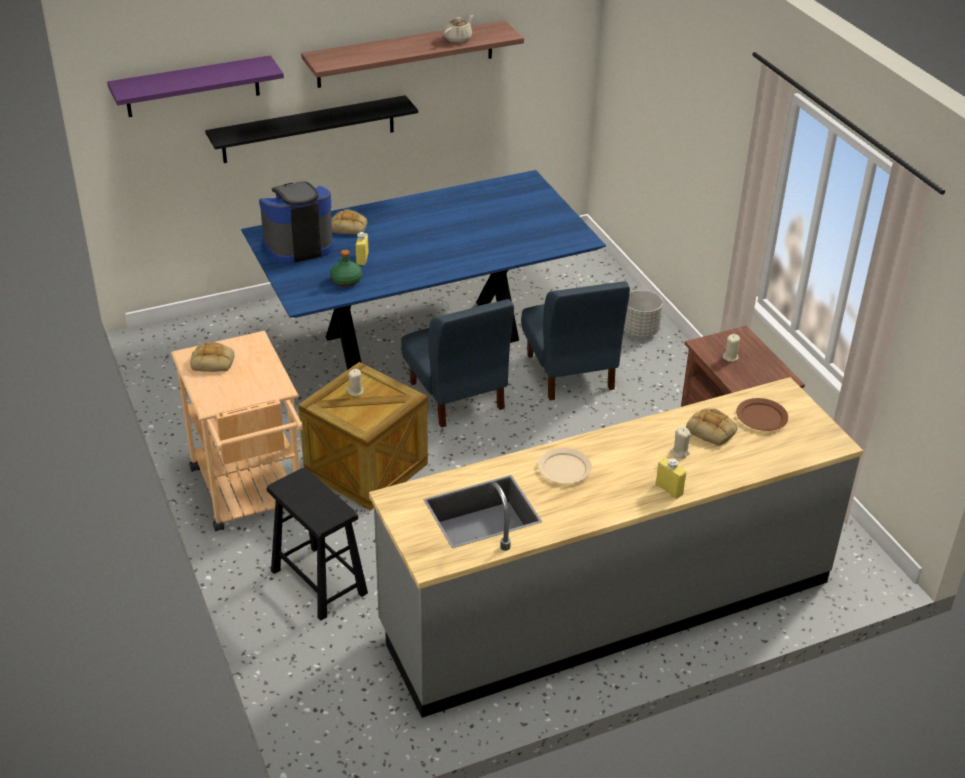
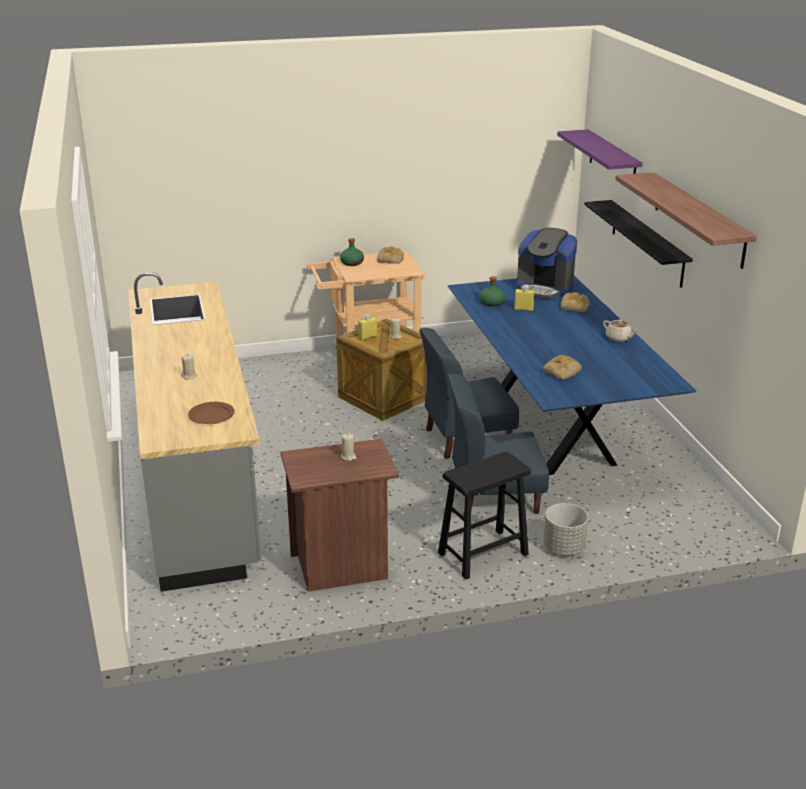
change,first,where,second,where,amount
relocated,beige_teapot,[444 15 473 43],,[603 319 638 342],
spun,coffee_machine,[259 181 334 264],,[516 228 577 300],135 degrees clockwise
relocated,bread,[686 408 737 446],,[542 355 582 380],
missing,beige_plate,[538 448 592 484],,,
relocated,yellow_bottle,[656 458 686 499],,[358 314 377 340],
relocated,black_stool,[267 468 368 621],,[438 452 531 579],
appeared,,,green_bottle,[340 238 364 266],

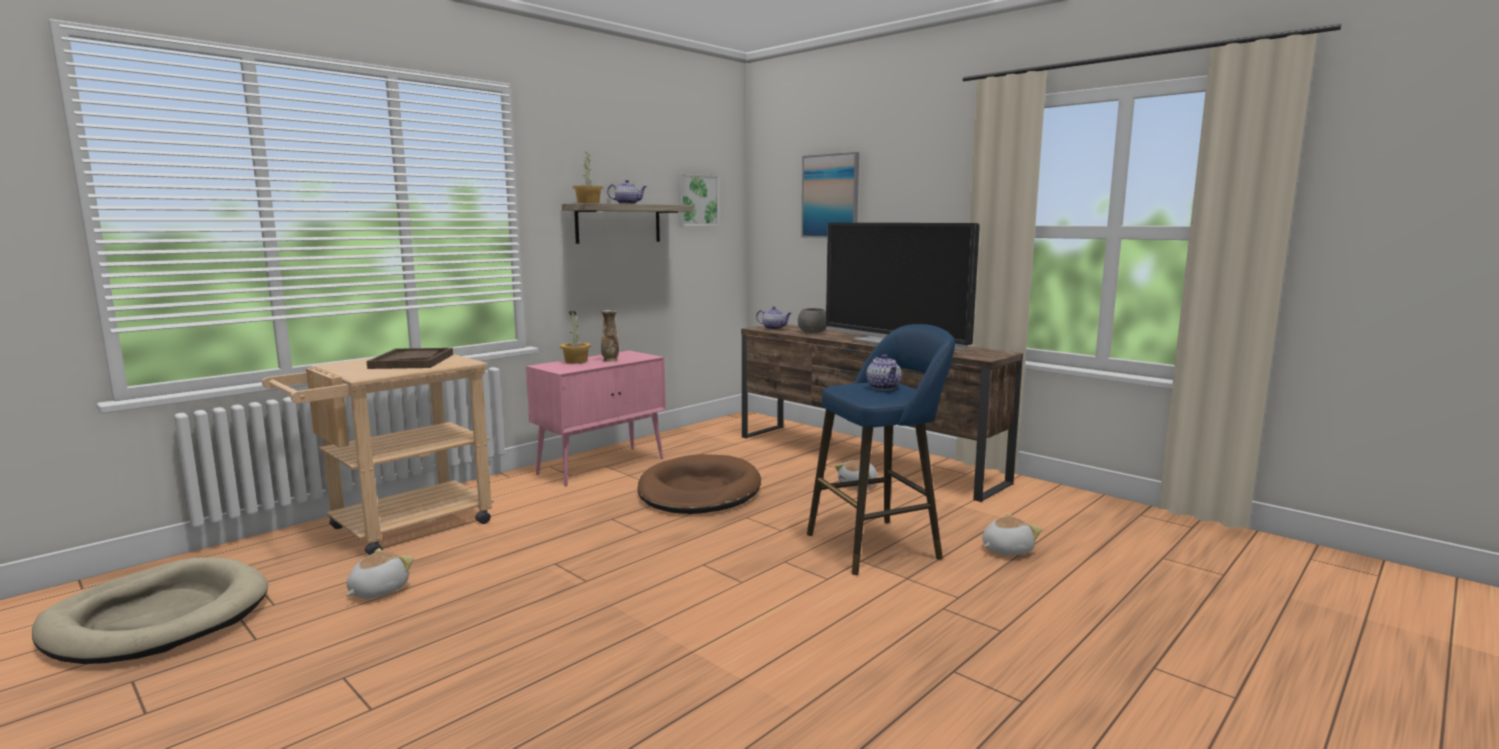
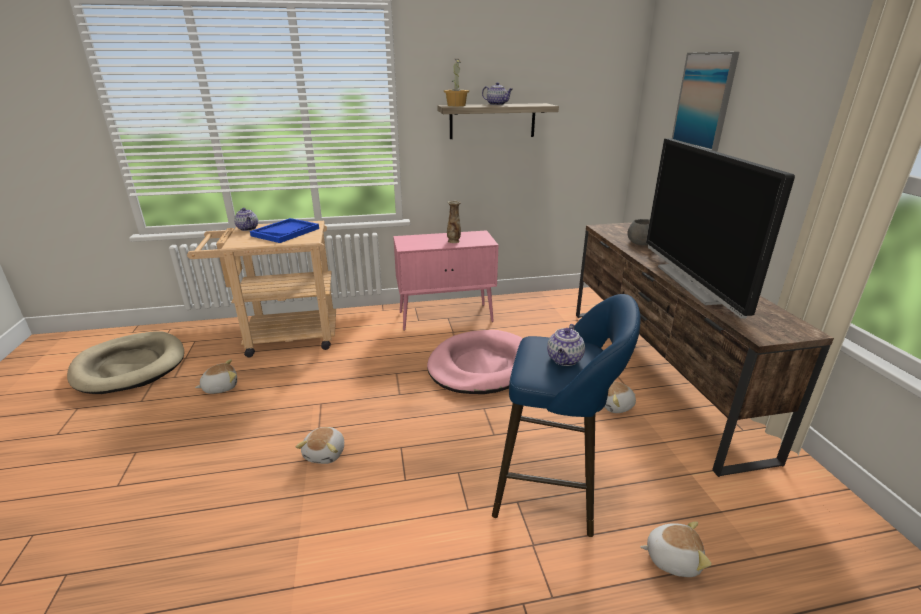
change,first,where,second,where,amount
missing,picture,[677 174 719 226],,,
relocated,teapot,[756 306 792 330],,[234 208 258 231],
missing,potted_plant,[560 311 591 364],,,
colour,brown_tray,[367 348 453 369],blue_tray,[250 218 319 243],
colour,brown_dog_bed,[637 454 761 514],pink_dog_bed,[427 330 523 394],
appeared,,,plush_toy,[296 427 344 464],

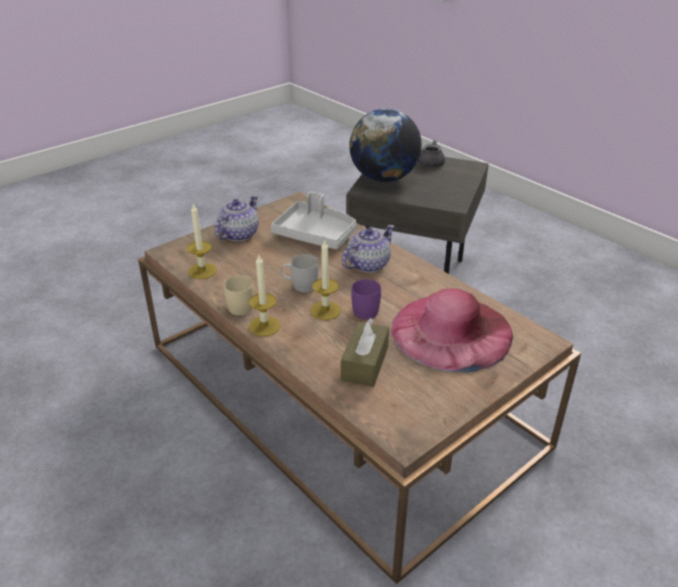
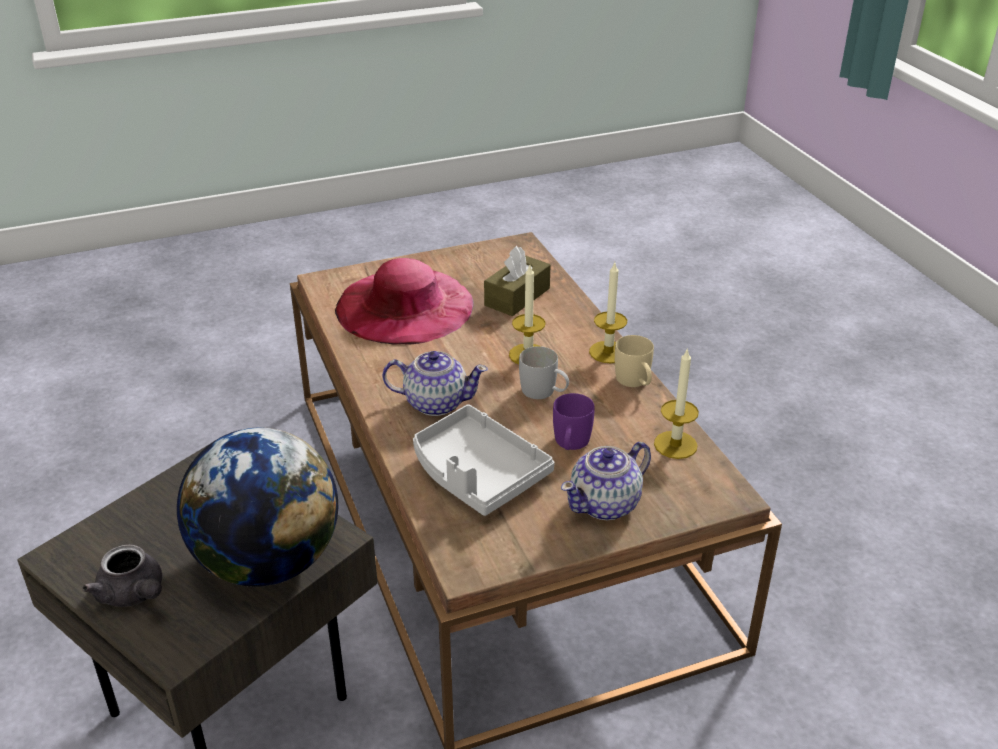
change,first,where,second,where,amount
spun,teapot,[342 225 395 273],,[382 351 488 416],150 degrees counterclockwise
relocated,purple_mug,[351 279 381 320],,[553 393 595 450],

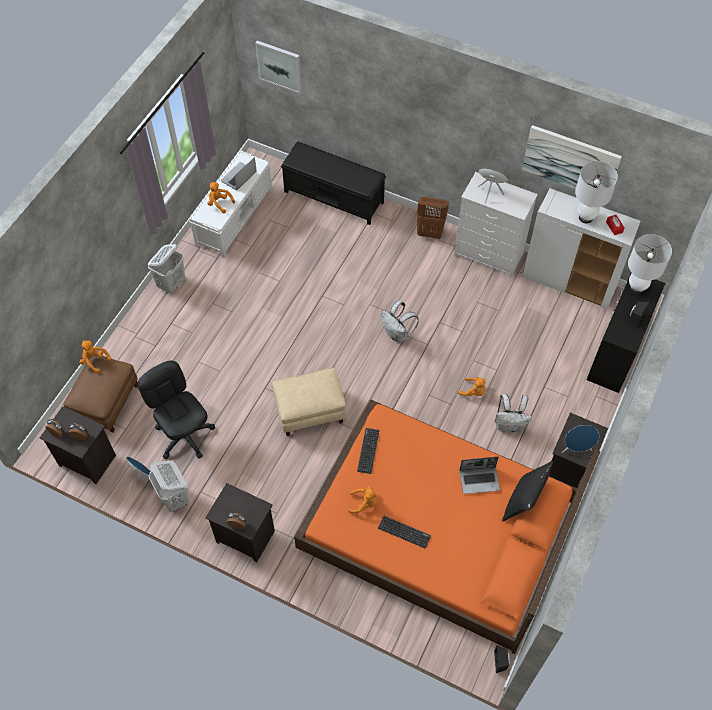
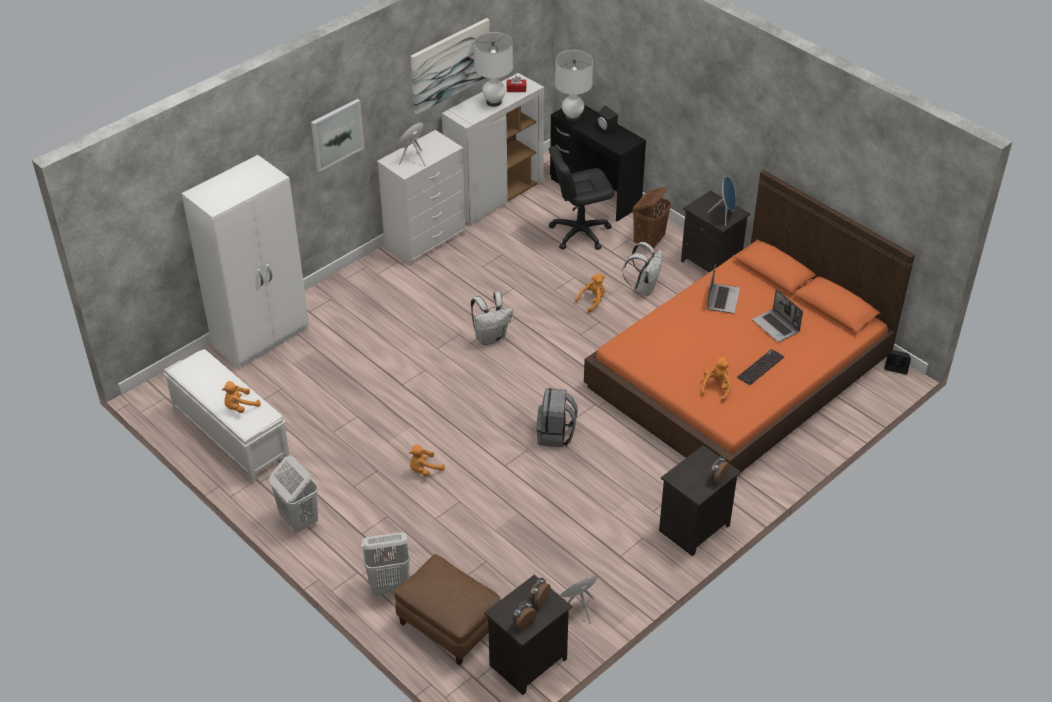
change,first,where,second,where,amount
relocated,picture,[255 41 302 94],,[311 99 365 172],
exchanged,black_bench,[281 141 386 225],white_wardrobe,[182 155 309 369],
relocated,laptop,[221 157 257 190],,[752 289 803 342],
relocated,brown_laundry_basket,[416 197 449 239],,[633 187 671 248],
relocated,orange_plush_toy,[80 340 111 374],,[409 445 445 477],
relocated,black_office_chair,[138 361 215 459],,[549 146 614 250],
exchanged,beige_ottoman,[272 368 346 436],grey_backpack,[536 388 578 447],
missing,keyboard,[357 428 380 474],,,
relocated,white_laundry_basket,[149 460 189 512],,[362 532 410 596],
missing,black_pillow,[502 461 553 521],,,

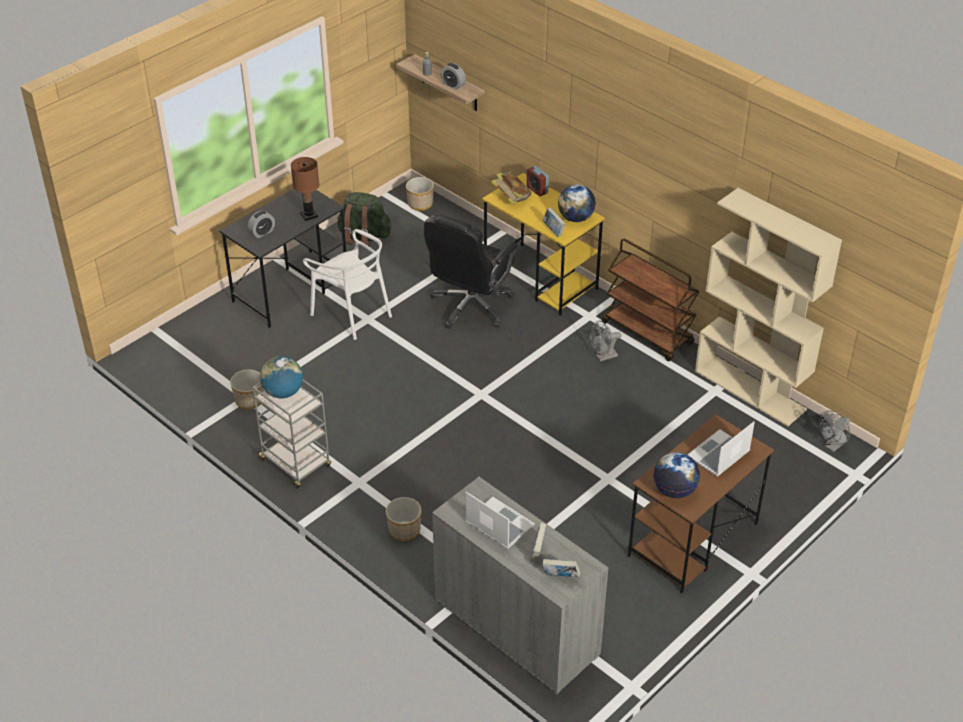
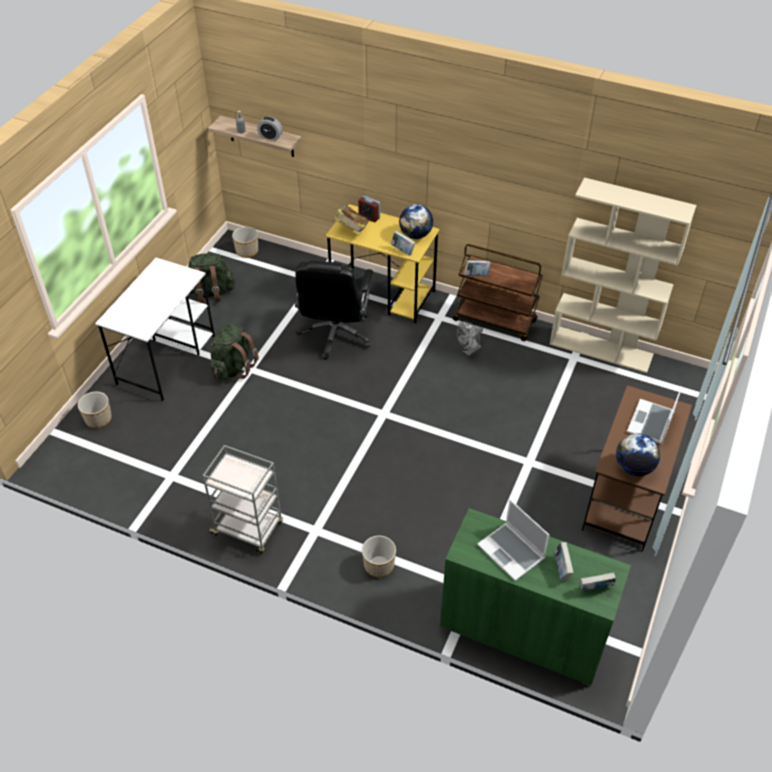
change,first,where,second,where,amount
missing,brown_table_lamp,[291 157 319 221],,,
colour,black_desk,[219 189 346 328],white_desk,[95 258 215 402],
missing,alarm_clock,[248 211 275 238],,,
exchanged,white_chair,[303 229 392 340],green_backpack,[210 323 259 380],
missing,globe,[260 356 303 398],,,
relocated,planter,[230 369 264 409],,[78 392 112 428],
missing,grey_fan,[819 411 850 452],,,
colour,grey_cabinet,[432 477 608 695],green_cabinet,[440 508 631 686],
spun,laptop,[466 492 535 549],,[477 499 549 581],150 degrees counterclockwise
appeared,,,book,[464 260 491 276],

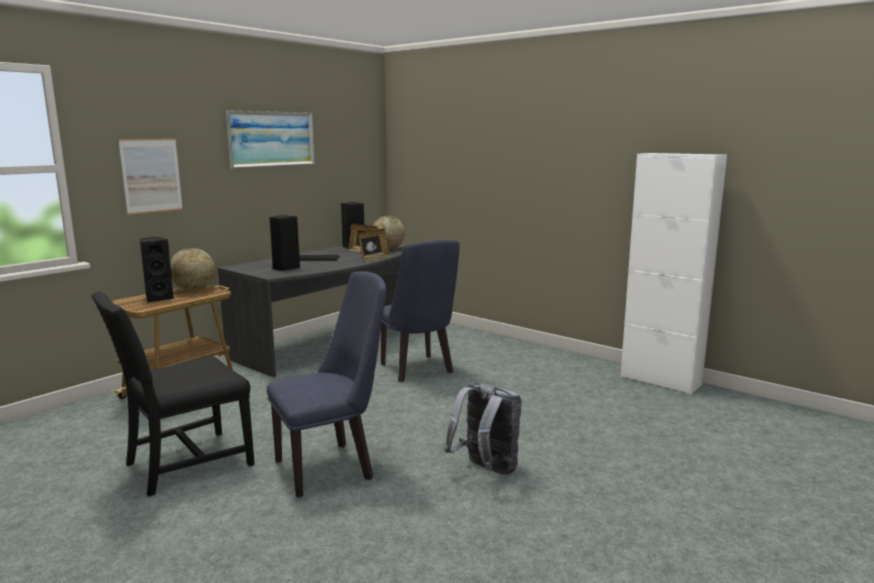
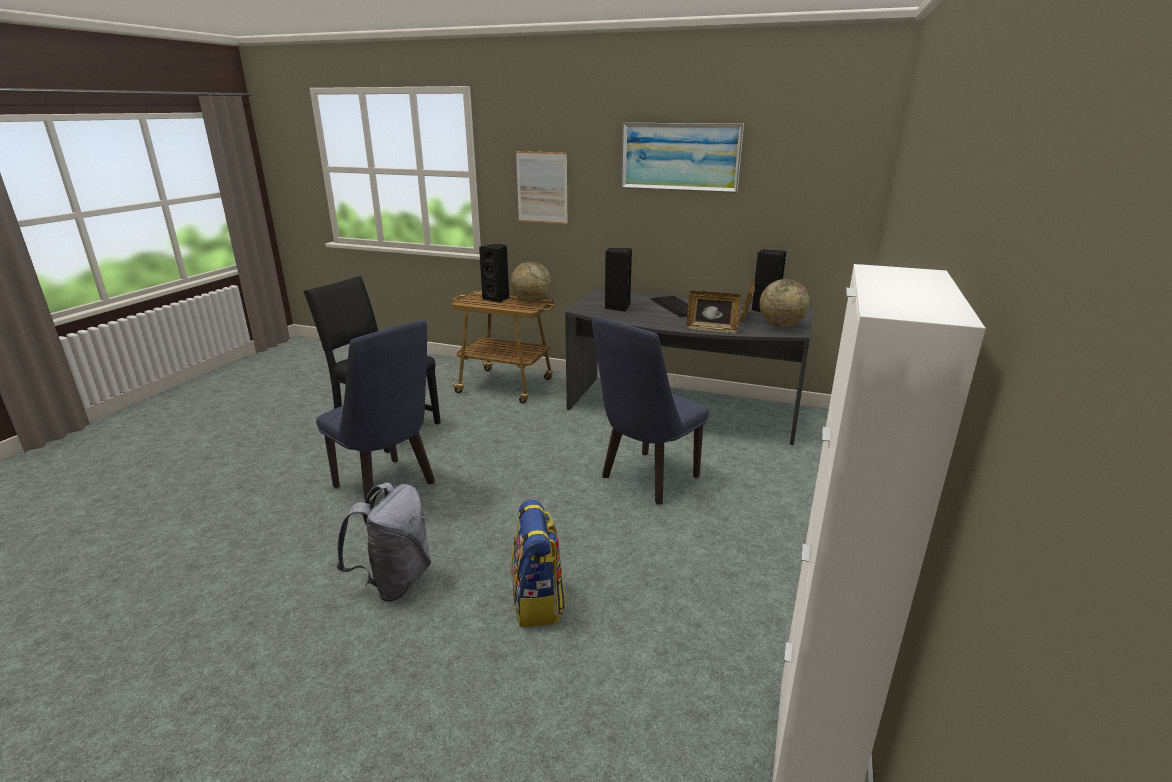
change,first,where,second,where,amount
appeared,,,backpack,[511 500 566 627],

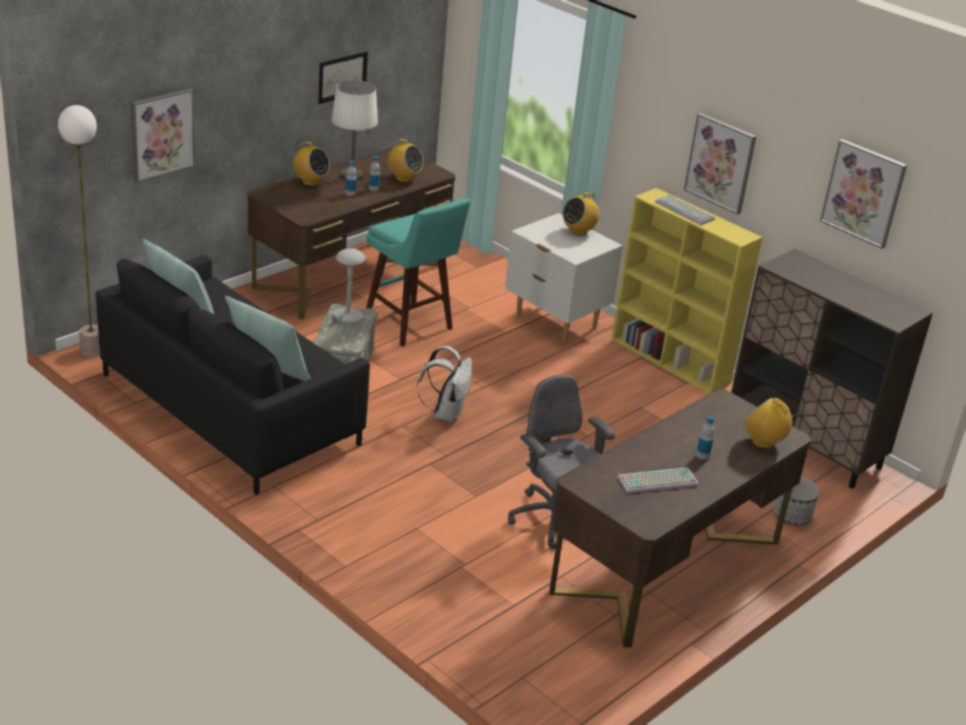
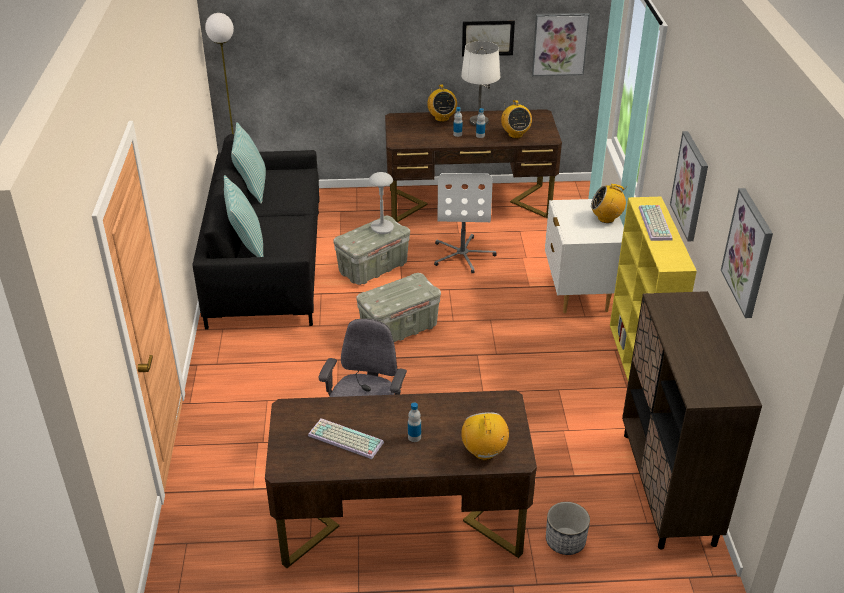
change,first,where,second,where,amount
relocated,picture,[131 88 195 183],,[532 13 590 76],
exchanged,turquoise_stool,[366 198 470 346],white_office_chair,[434 173 497 274],
exchanged,white_backpack,[417 346 472 423],grey_storage_box,[356 273 441 342],

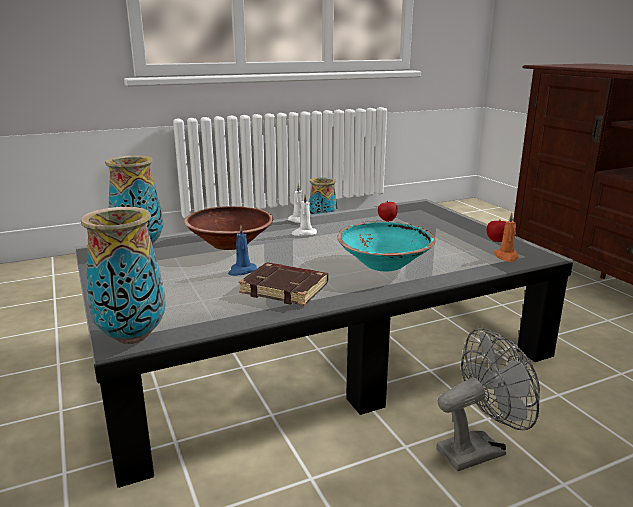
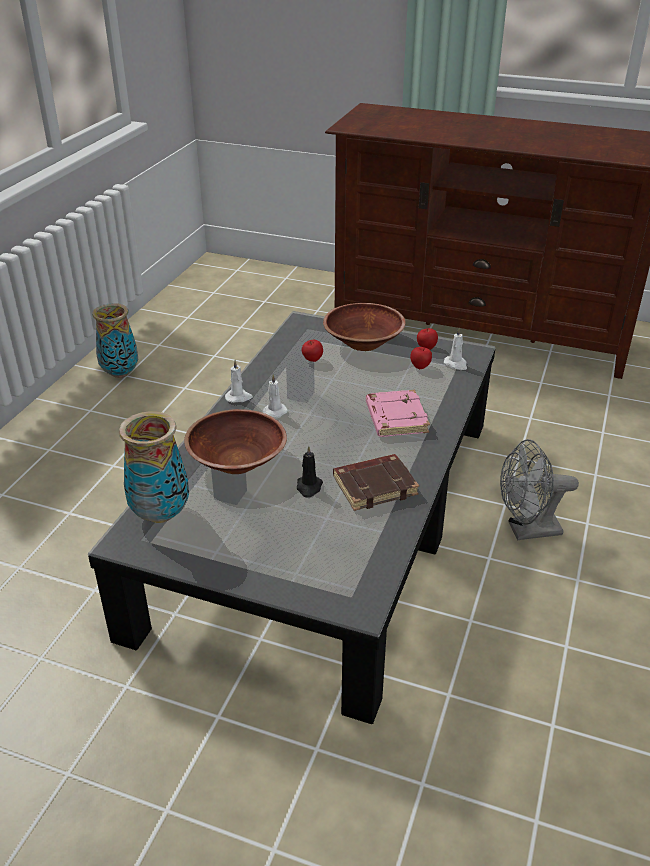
change,first,where,second,where,amount
missing,vase,[80 207 166 344],,,
colour,orange_candle,[493 213 518 262],white_candle,[444 327 467 370],
exchanged,turquoise_bowl,[337 222 436 271],pink_book,[366 390 430 437],
colour,blue_candle,[228 225 257 276],black_candle,[297 446 323 498],
spun,grey_fan,[436 328 540 471],,[500 439 579 540],120 degrees counterclockwise
appeared,,,brown_bowl,[323 303 406 351],
appeared,,,apple,[410 347 432 369],

